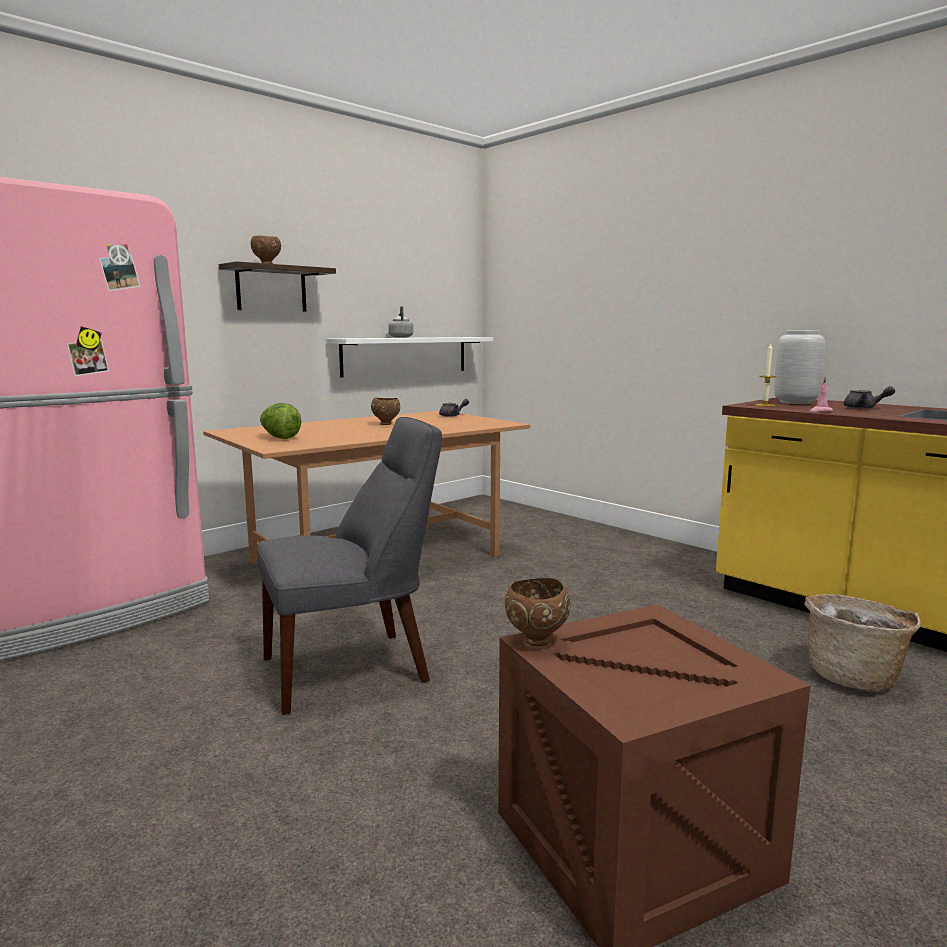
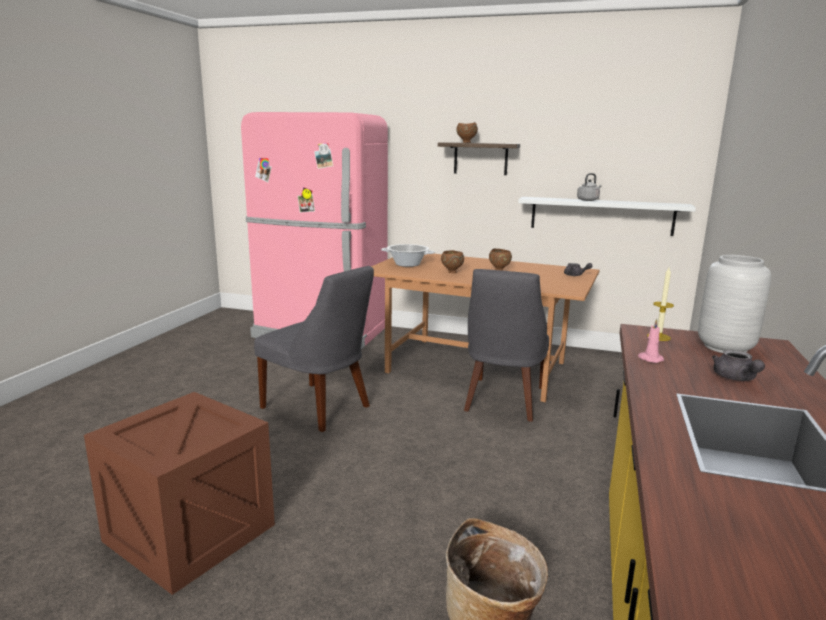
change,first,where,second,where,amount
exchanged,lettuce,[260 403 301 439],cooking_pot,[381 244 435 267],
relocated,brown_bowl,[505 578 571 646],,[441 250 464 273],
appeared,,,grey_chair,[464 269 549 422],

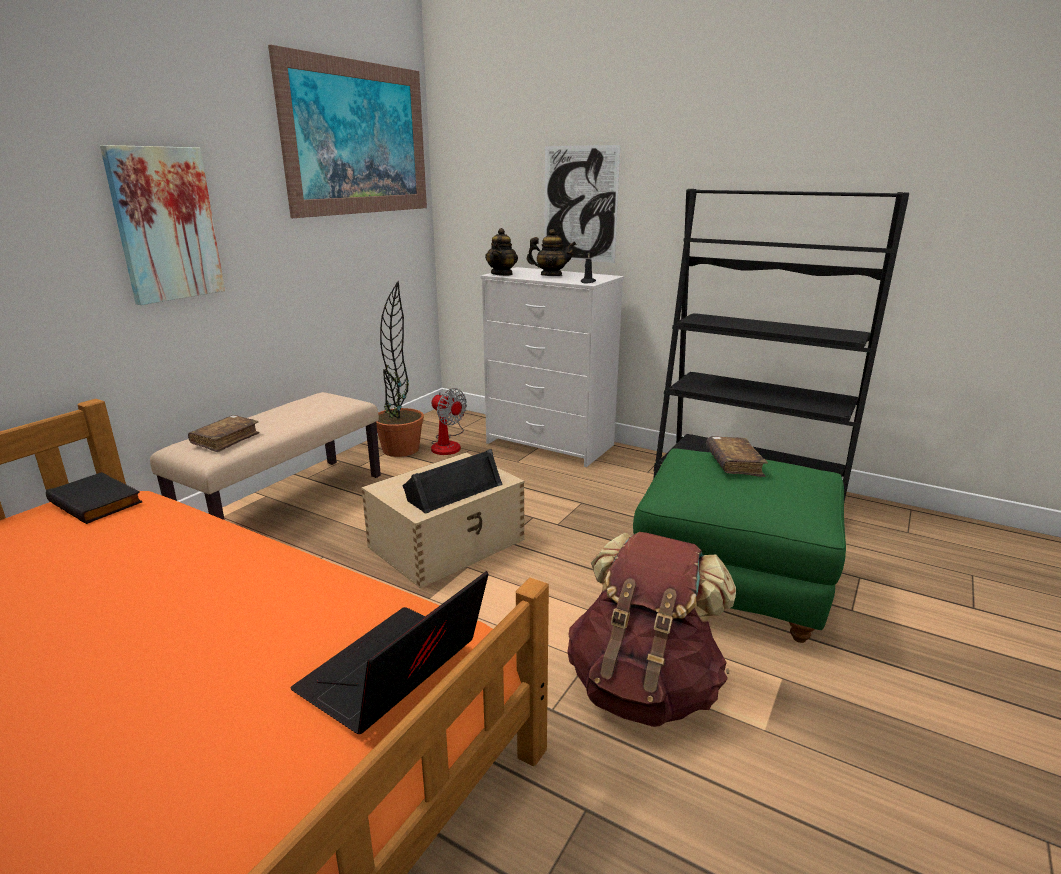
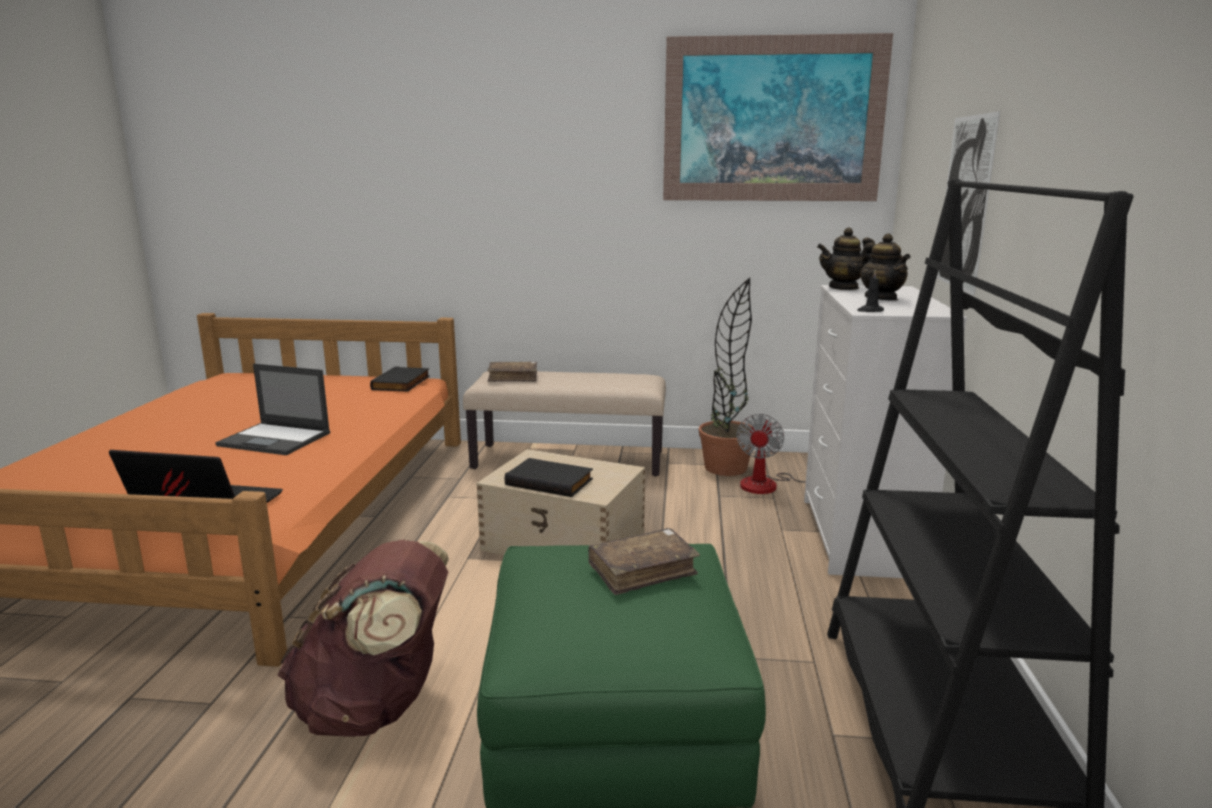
change,first,where,second,where,amount
missing,picture,[100 145 225 305],,,
exchanged,black_speaker,[403 449 503 514],black_book,[505 458 593 497],
appeared,,,laptop,[215 364 330 455],

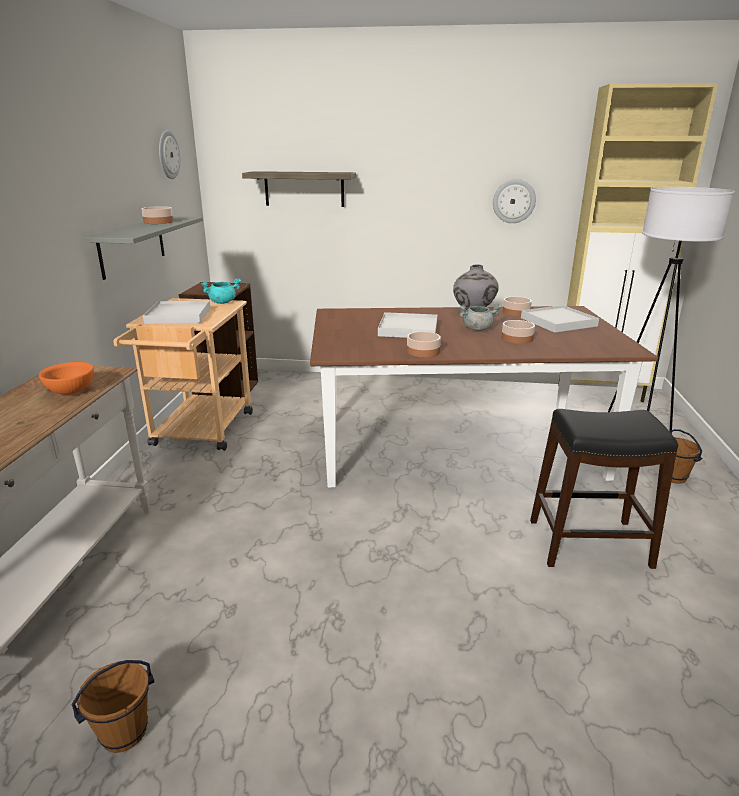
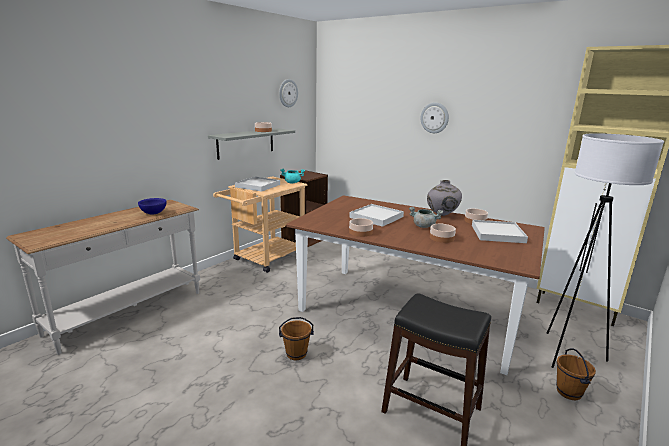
change,first,where,second,where,amount
missing,shelf,[242 171 356 207],,,
relocated,wall_clock,[493 179 536 223],,[420 102 449 133],
colour,orange_bowl,[39 362 94 395],blue_bowl,[138 198 167 215],
relocated,brown_bucket,[72 660 154 753],,[279 317 314 360],

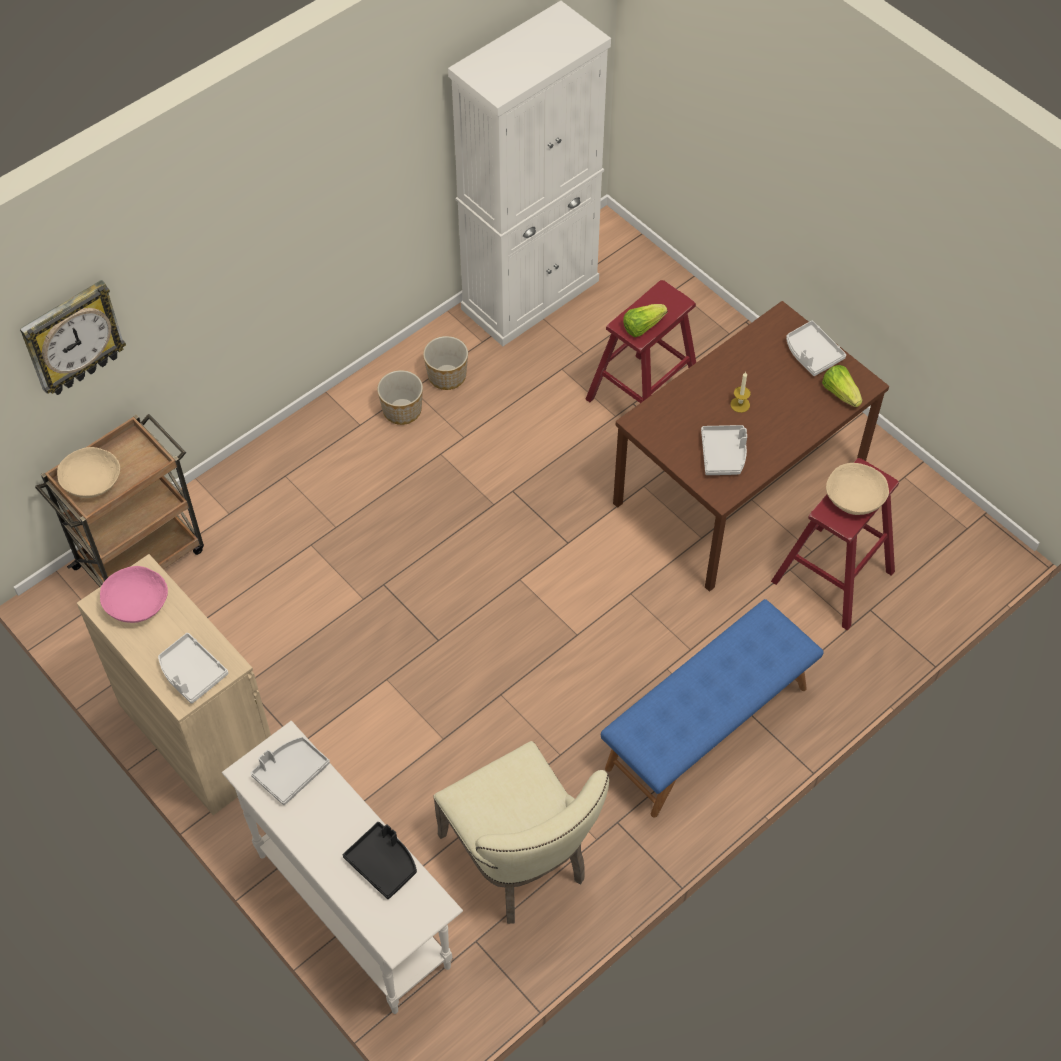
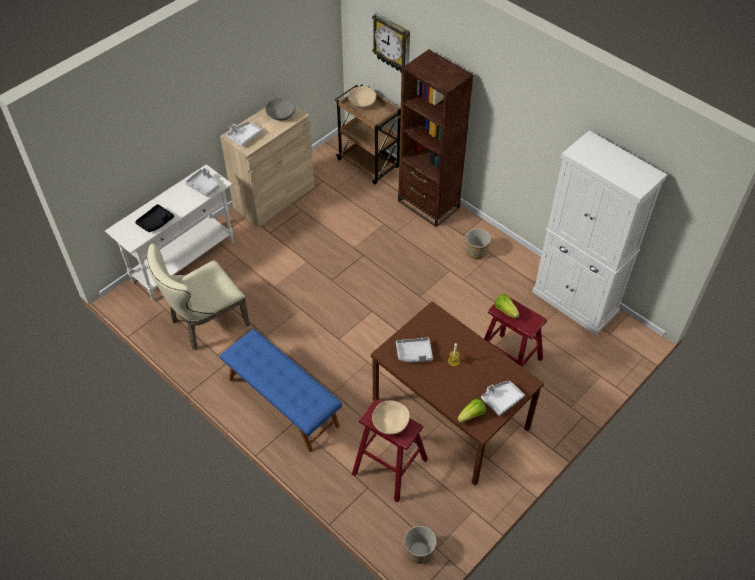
change,first,where,second,where,amount
relocated,planter,[423 336 468 390],,[404 526 437 564],
colour,pink_bowl,[100 566 168 623],grey_bowl,[266 97 295 121],
appeared,,,brown_bookcase,[398 50 474 227],

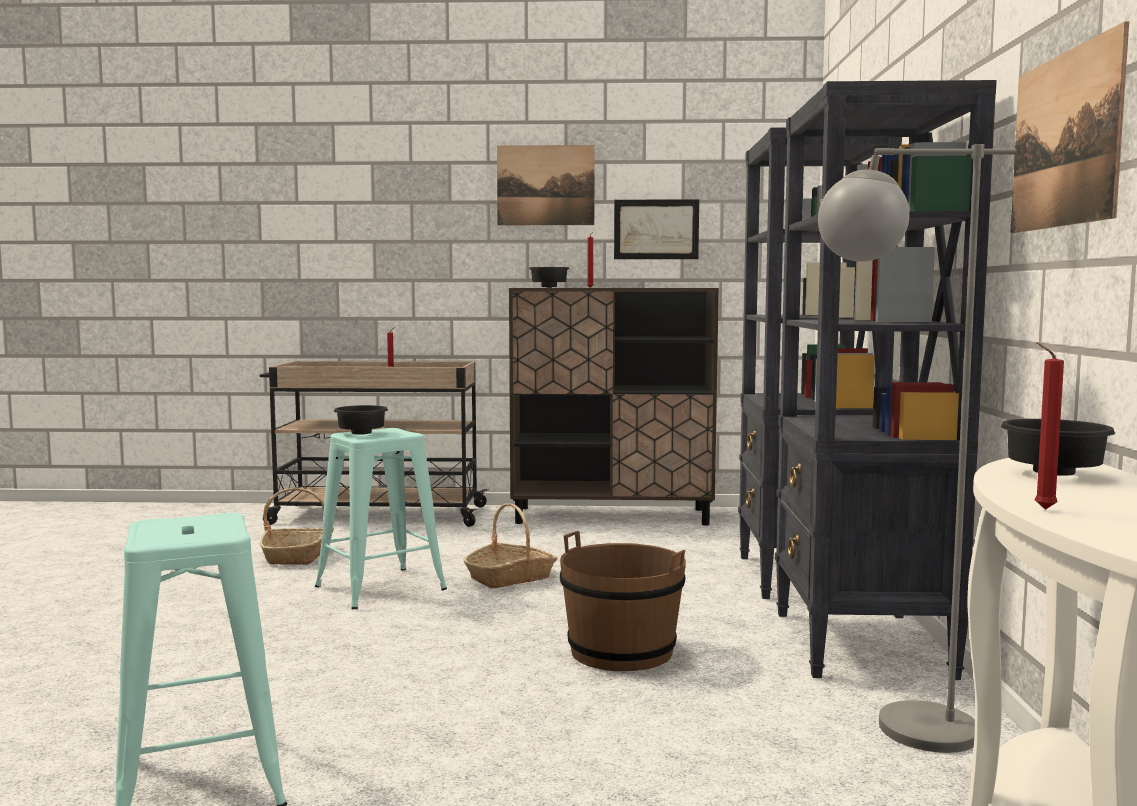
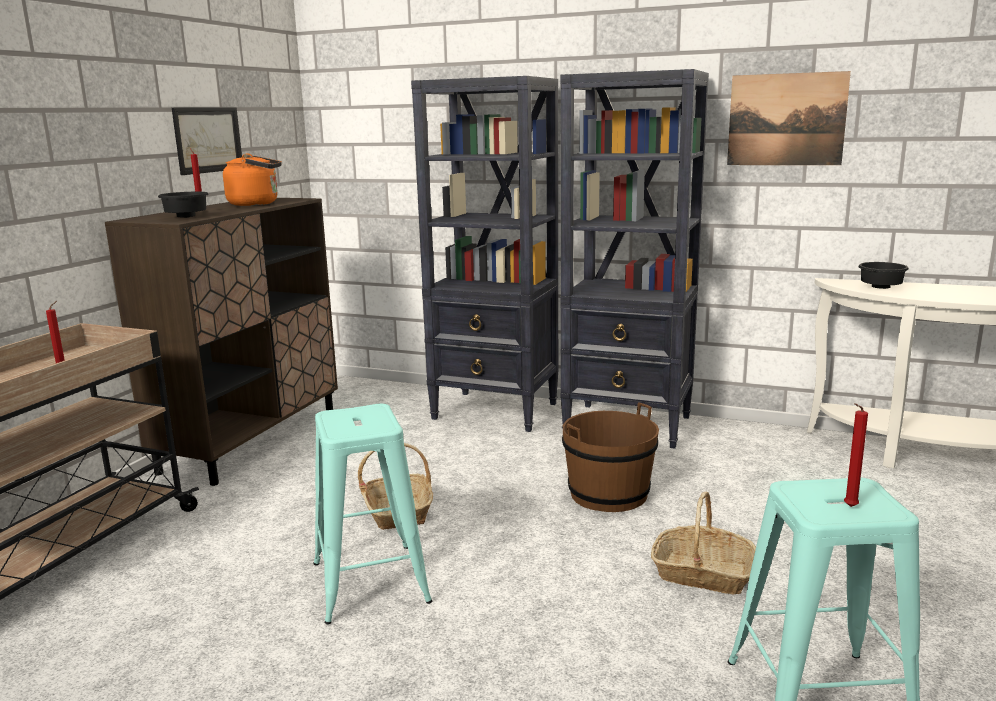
change,first,where,second,where,amount
missing,grey_floor_lamp,[818 144 1017 753],,,
missing,picture,[497 145 595 225],,,
relocated,red_candle,[1035 342 1064 510],,[844 403 868 507],
missing,black_bowl,[334 405 388 435],,,
relocated,basket,[260 488 334 565],,[651 492 756 595],
appeared,,,orange_kettle,[223 153 282 206],

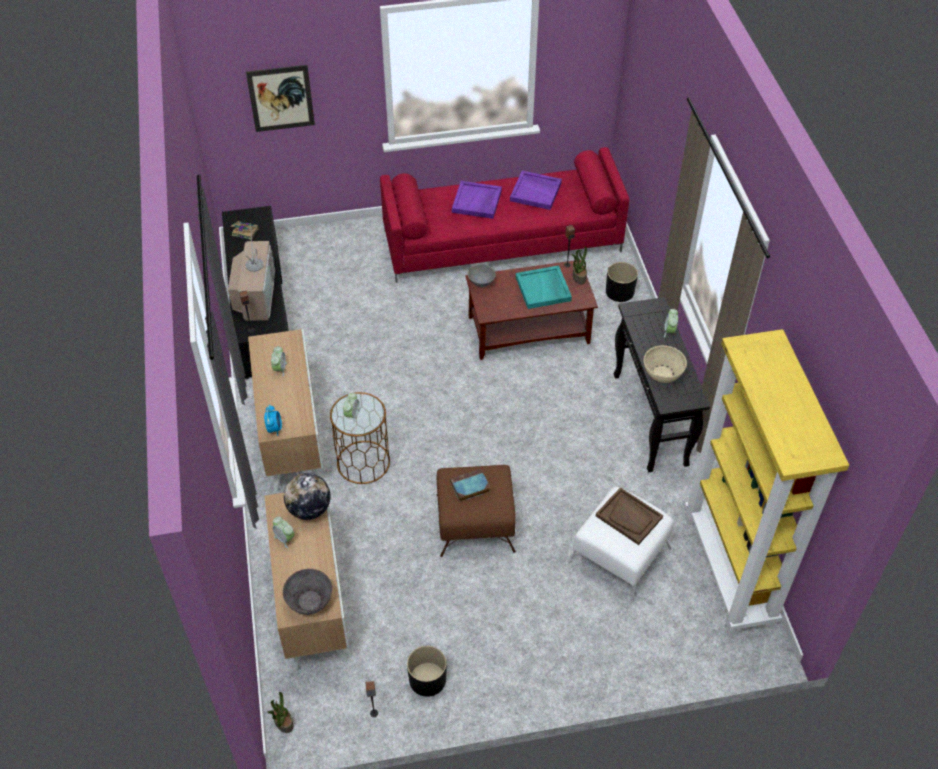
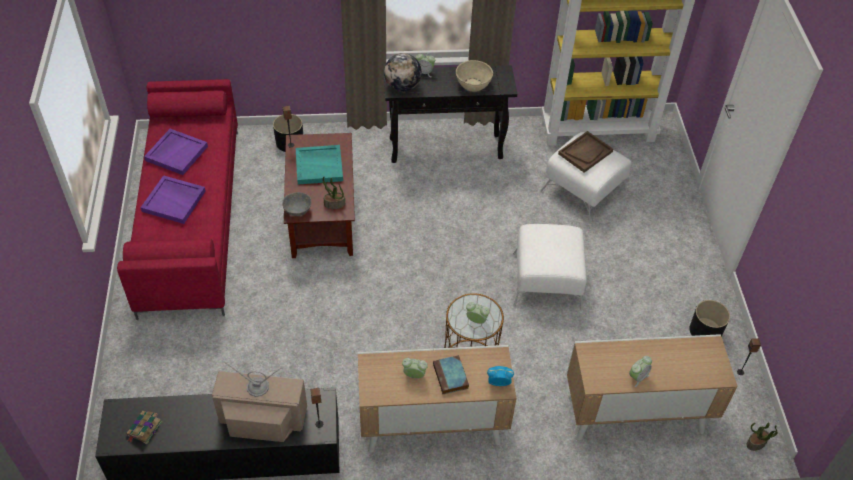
change,first,where,second,where,amount
missing,picture,[246 65 315 132],,,
relocated,potted_plant,[572 247 587 284],,[322 176 345 209],
colour,brown_ottoman,[436 465 516 557],white_ottoman,[513 224 587 310],
relocated,book,[450 469 490 502],,[433 355 469 394],
relocated,globe,[284 473 331 520],,[384 53 422 91],
missing,grey_bowl,[283 569 332 615],,,

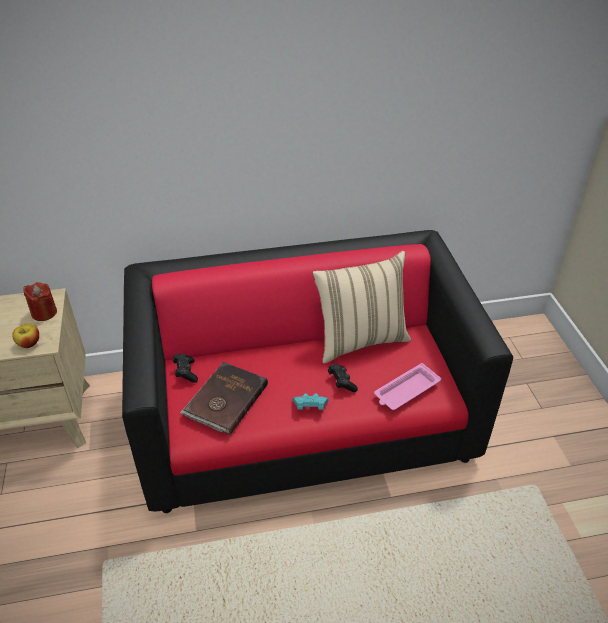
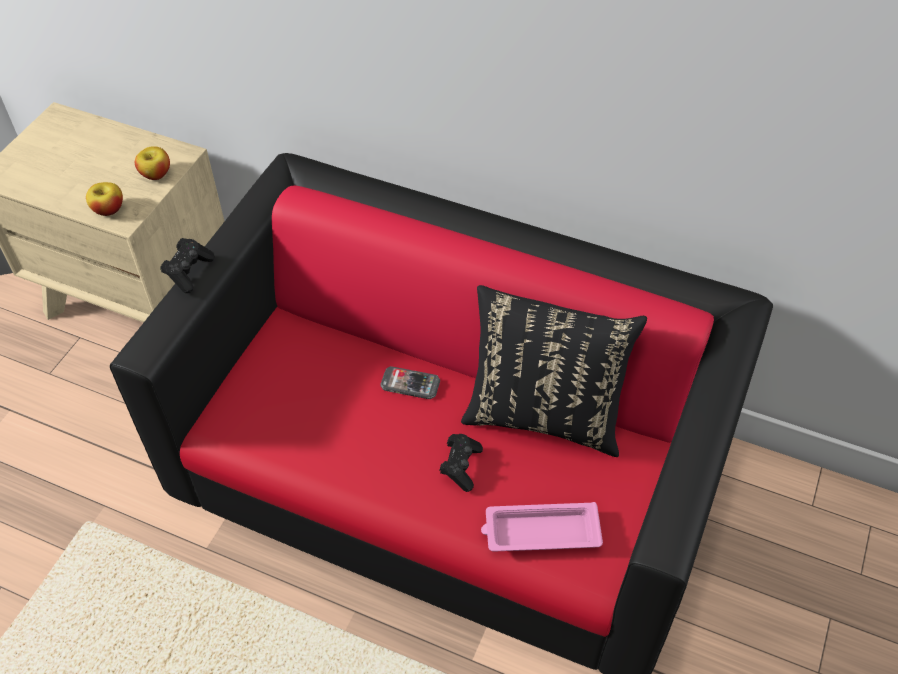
change,first,where,second,where,amount
colour,beige_pillow,[312 251 411 364],black_pillow,[461 285 647 457],
exchanged,red_candle,[23 282 57 321],apple,[135 146 170 180],
relocated,black_game_controller,[173 353 198 383],,[160 238 215 293],
missing,brown_book,[180 362 268 435],,,
missing,turquoise_game_controller,[293 393 329 410],,,
appeared,,,phone,[380 366 440 399],

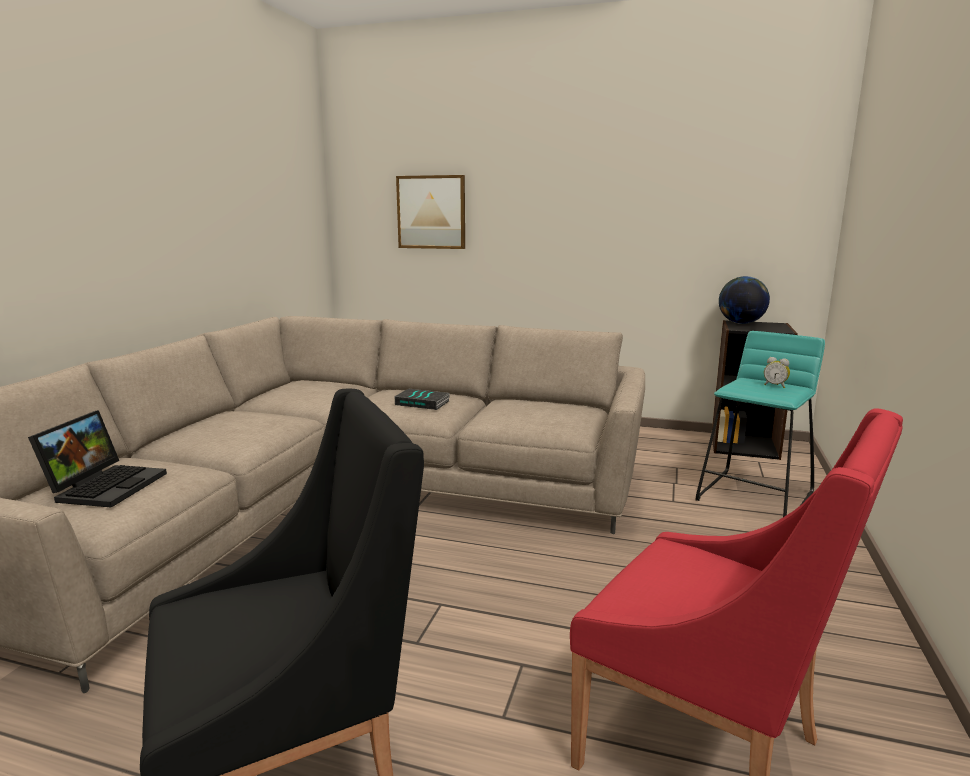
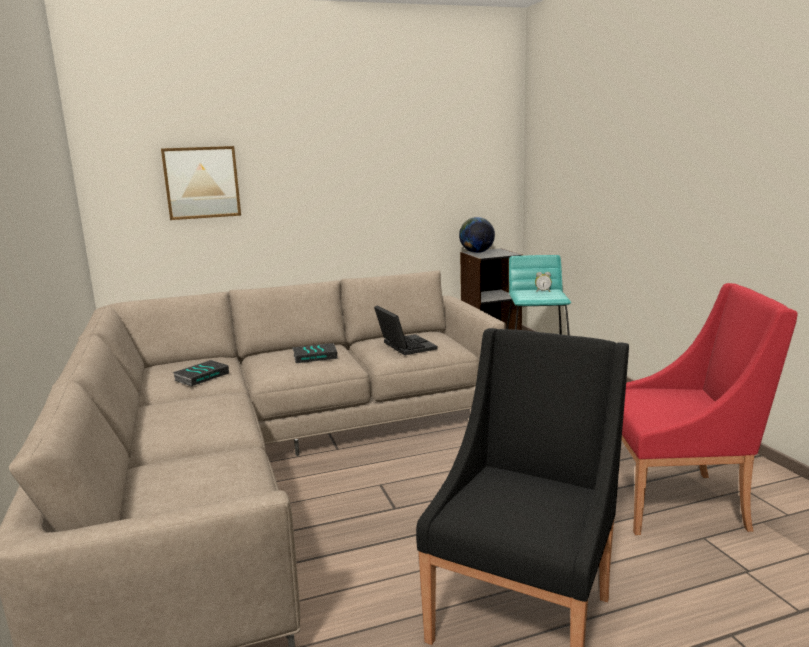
change,first,where,second,where,amount
relocated,laptop,[28 410 167 507],,[374 305 438 355],
appeared,,,book,[172 360 229 386],

